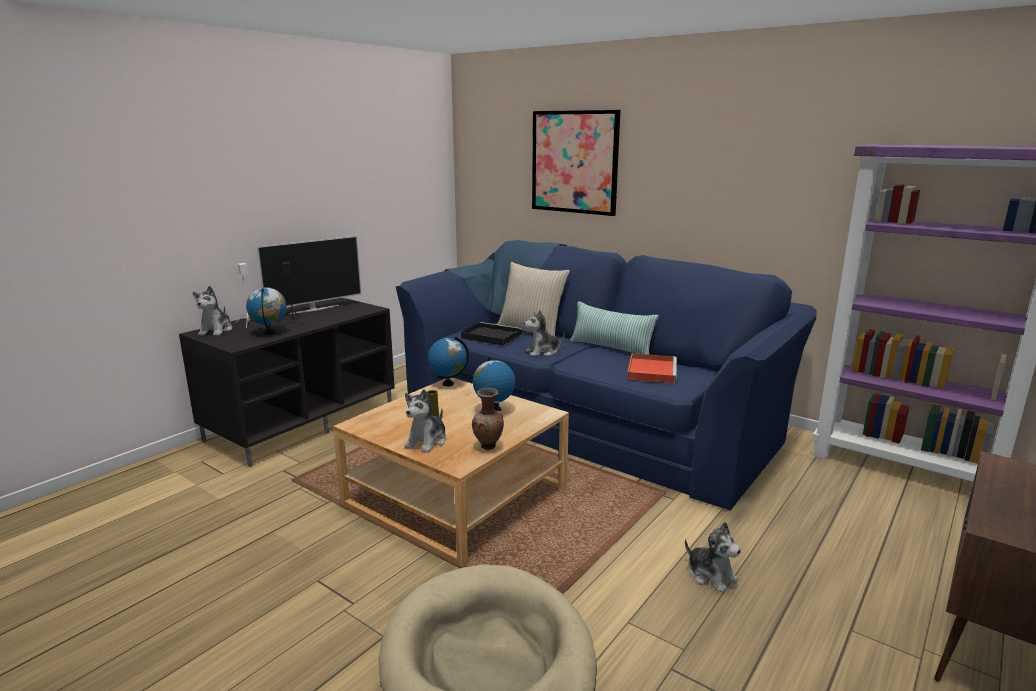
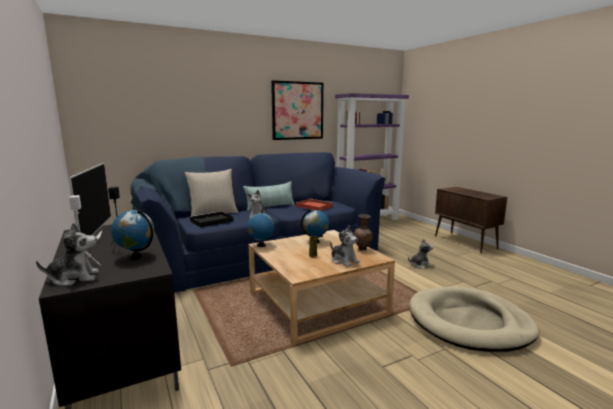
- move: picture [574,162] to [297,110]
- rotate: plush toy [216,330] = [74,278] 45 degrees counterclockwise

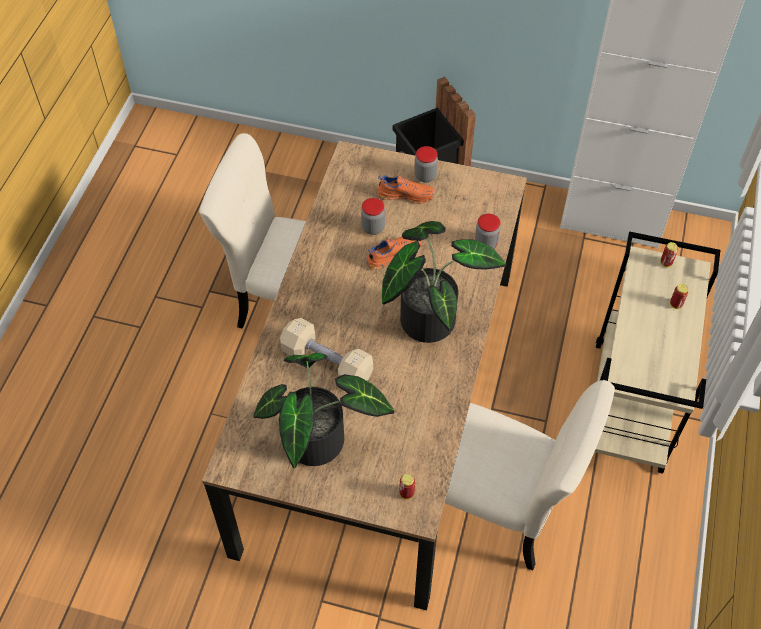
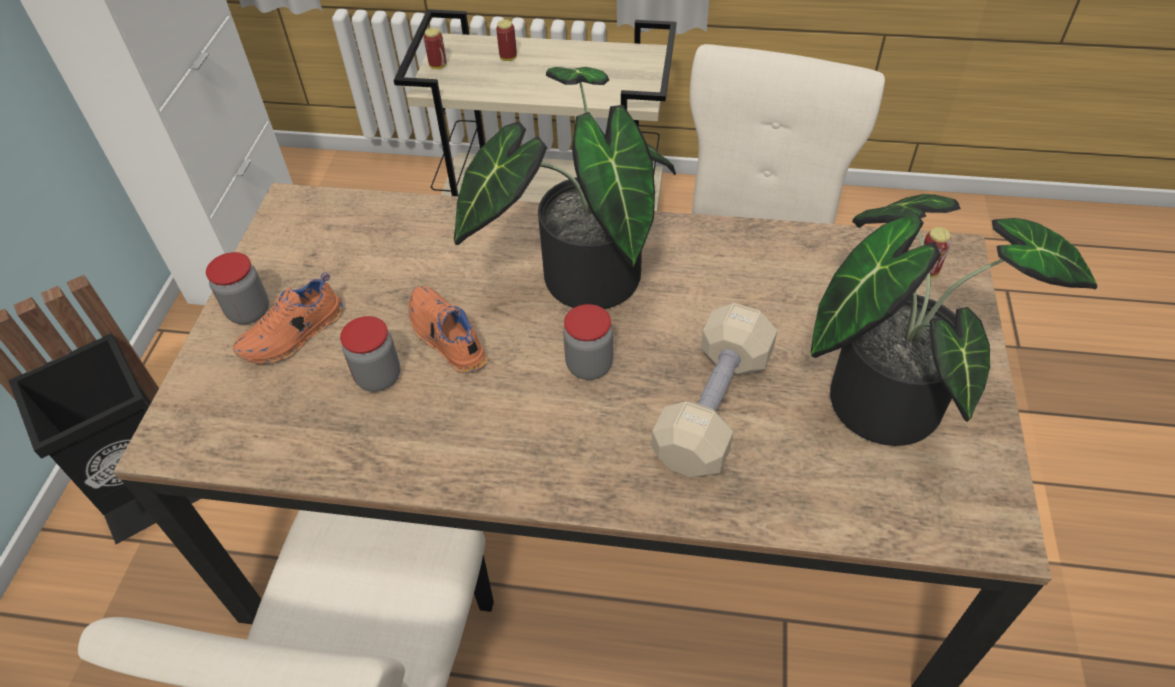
- rotate: orange shoe [405,194] = [294,336] 135 degrees counterclockwise
- move: jar [486,243] to [589,365]

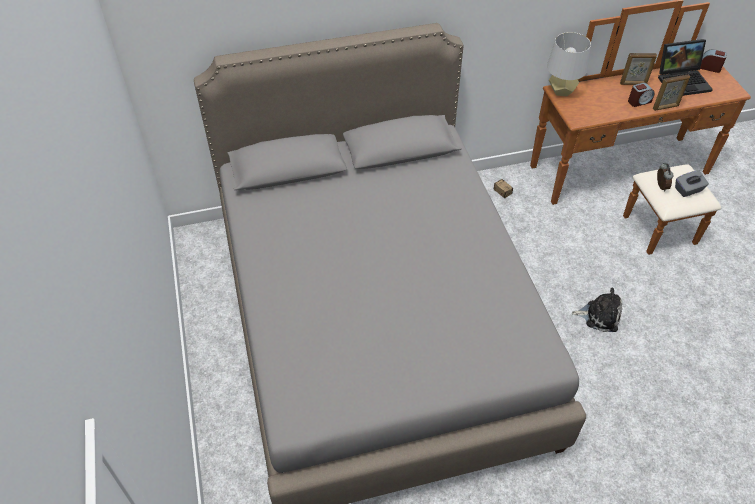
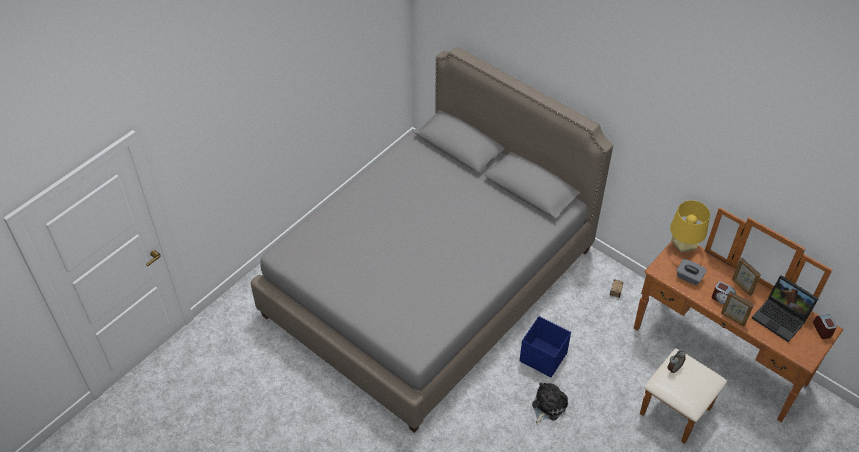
- recolor: grey table lamp [561,91] to yellow table lamp [683,246]
- move: grey tissue box [688,190] to [689,277]
- rotate: plush toy [599,315] = [548,406] 120 degrees counterclockwise
- insert: blue storage box [543,358]

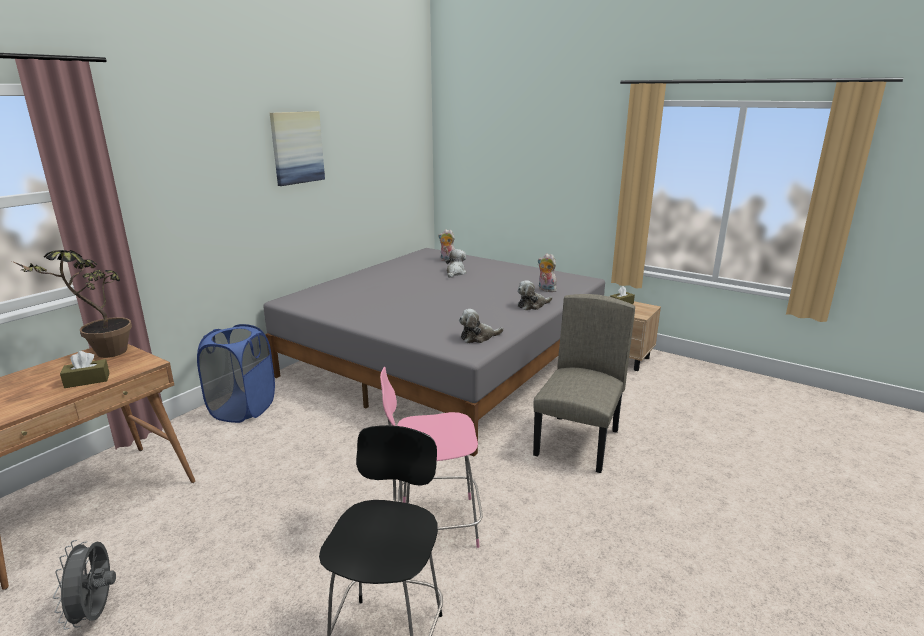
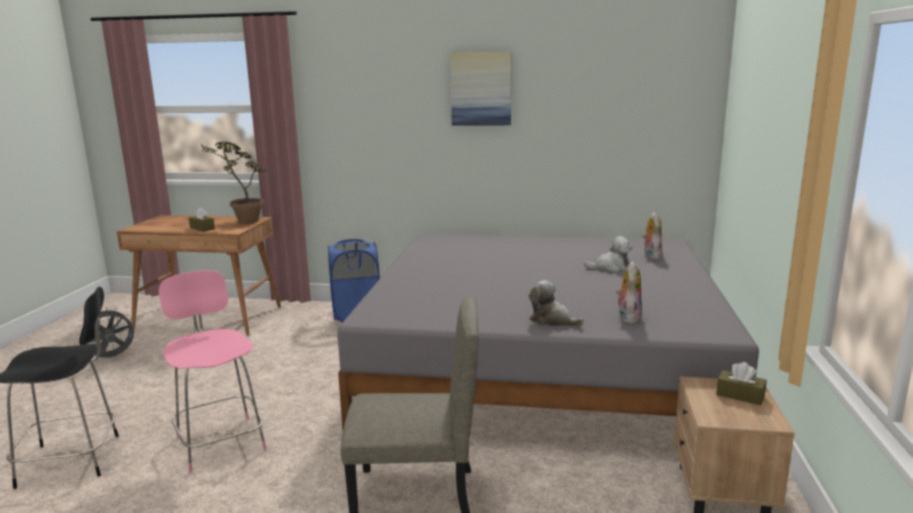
- delete: plush toy [478,337]

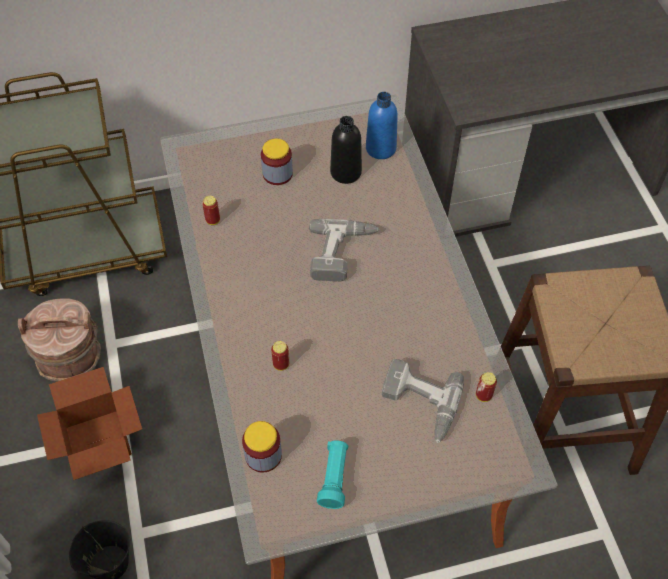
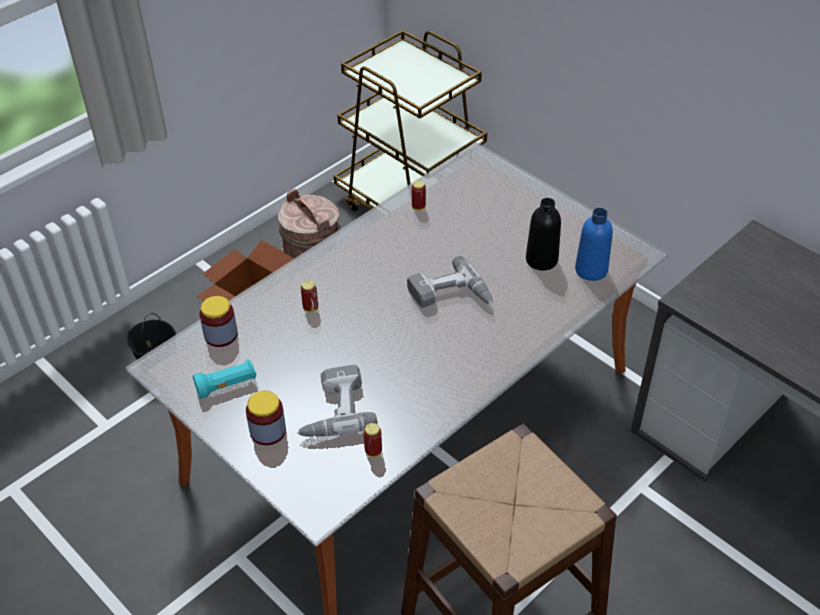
- move: jar [277,174] to [268,431]

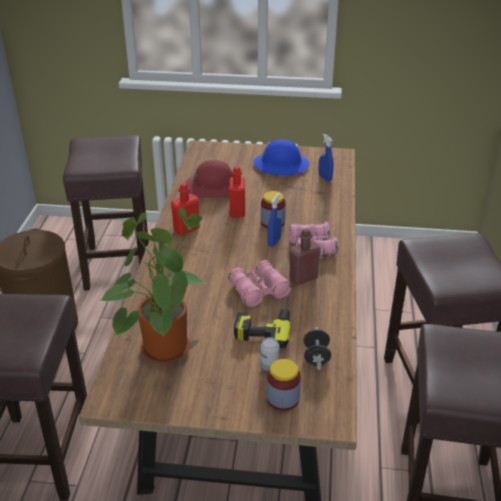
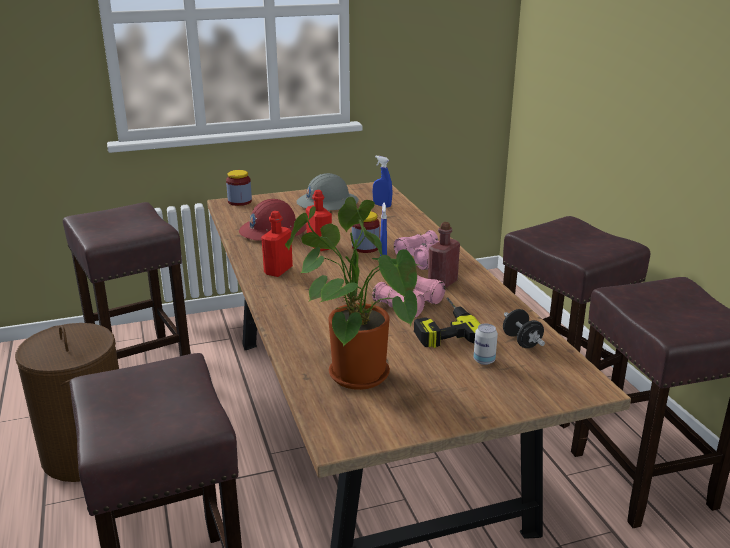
- recolor: blue hard hat [281,165] to grey hard hat [327,203]
- move: jar [283,398] to [239,201]

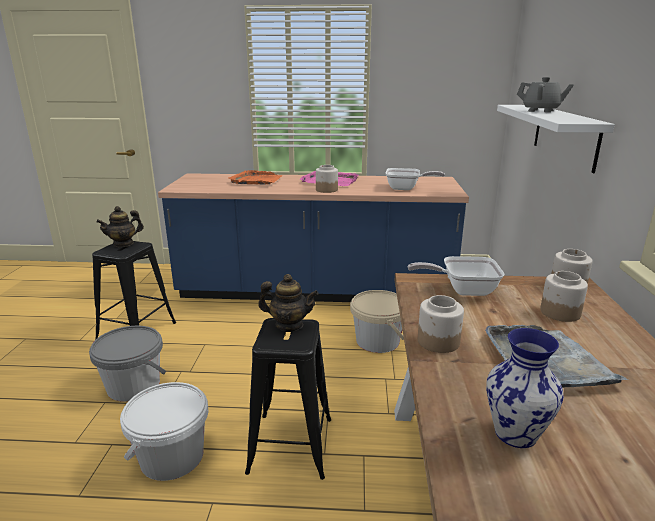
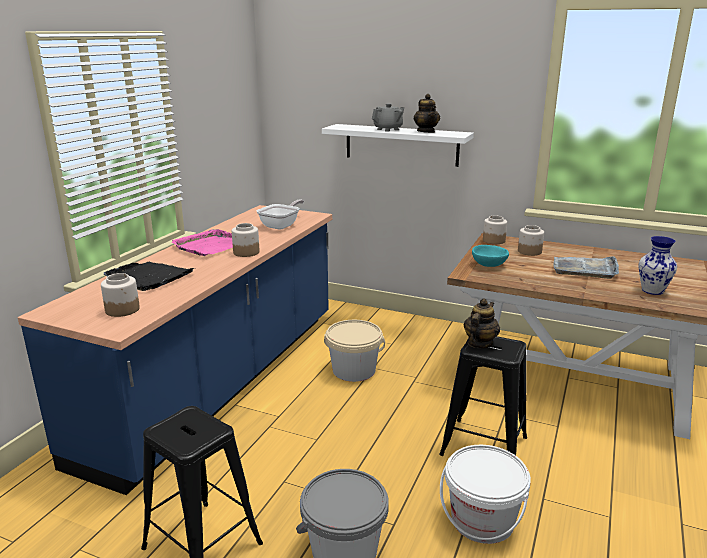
- recolor: orange tray [256,180] to black tray [149,277]
- move: teapot [123,243] to [426,131]
- replace: frying pan [462,290] to turquoise bowl [488,265]
- move: jar [439,342] to [123,309]

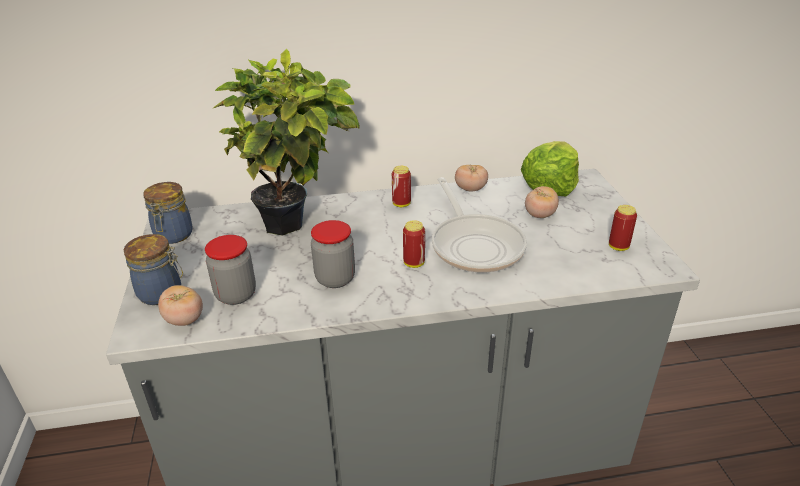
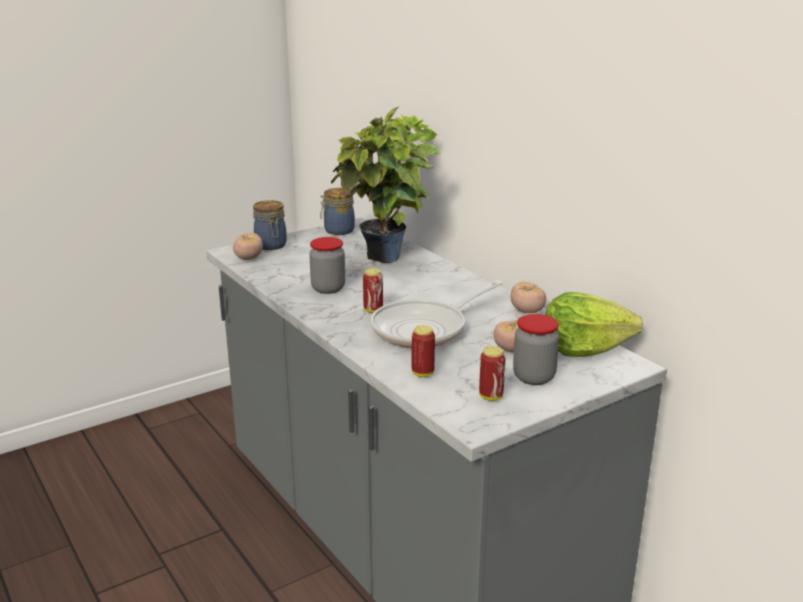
- move: can [401,204] to [422,373]
- move: jar [236,295] to [534,377]

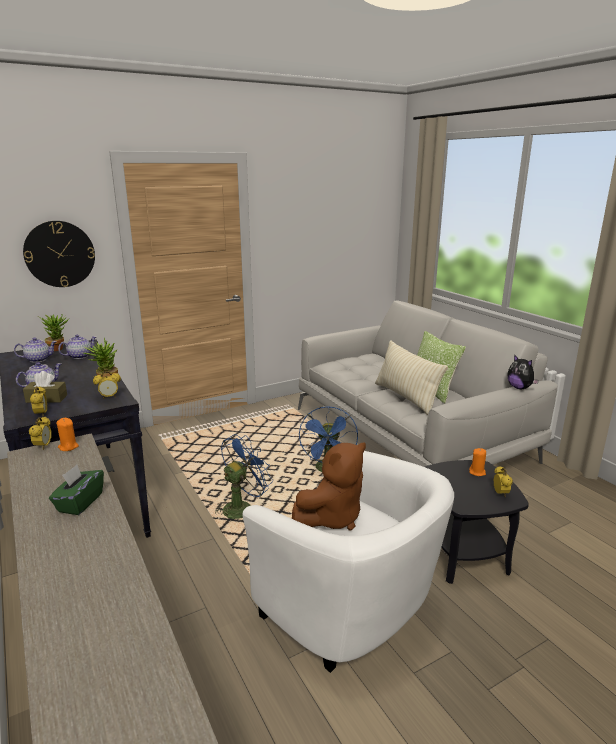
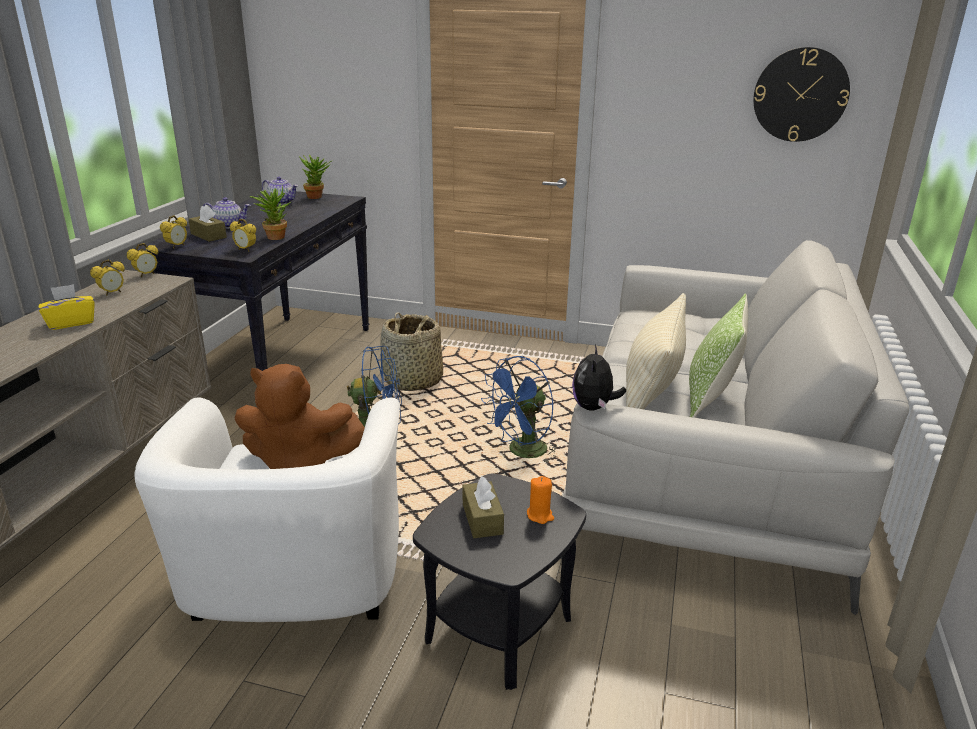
- move: wall clock [59,254] to [800,95]
- delete: teapot [80,356]
- move: plush toy [519,388] to [594,408]
- delete: orange candle [68,447]
- recolor: green tissue box [80,503] to yellow tissue box [71,323]
- move: alarm clock [500,494] to [112,293]
- insert: basket [413,381]
- insert: brown tissue box [482,519]

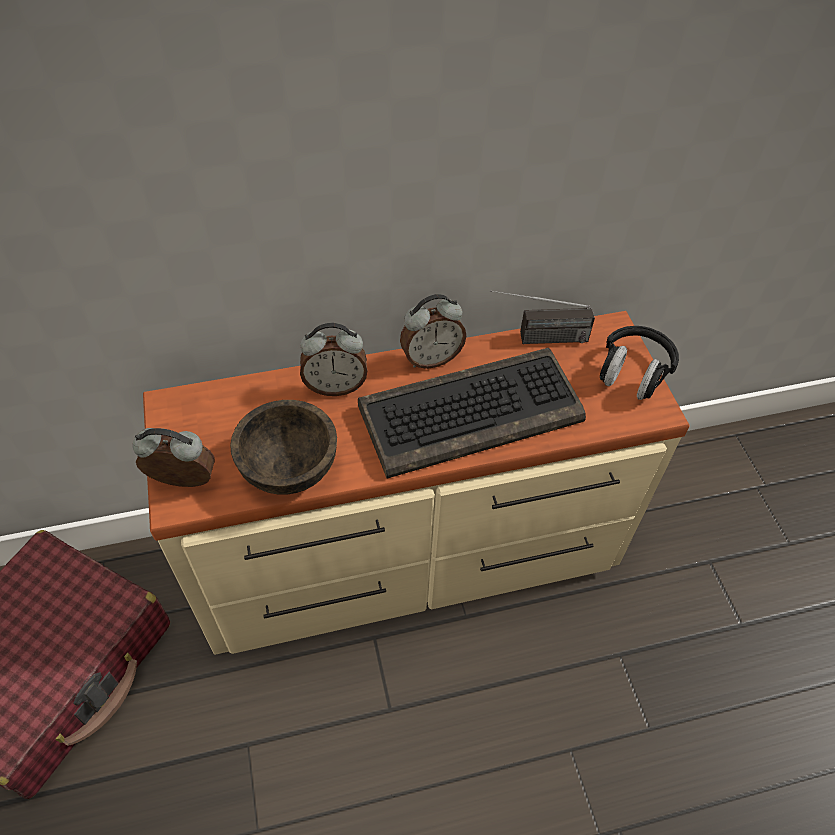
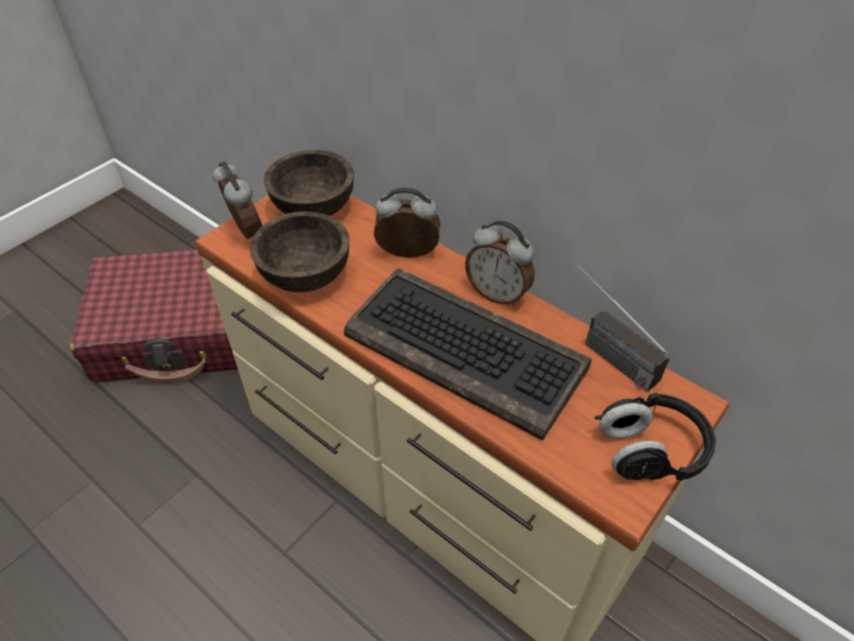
- rotate: alarm clock [335,386] = [407,255] 135 degrees clockwise
- insert: brown bowl [314,208]

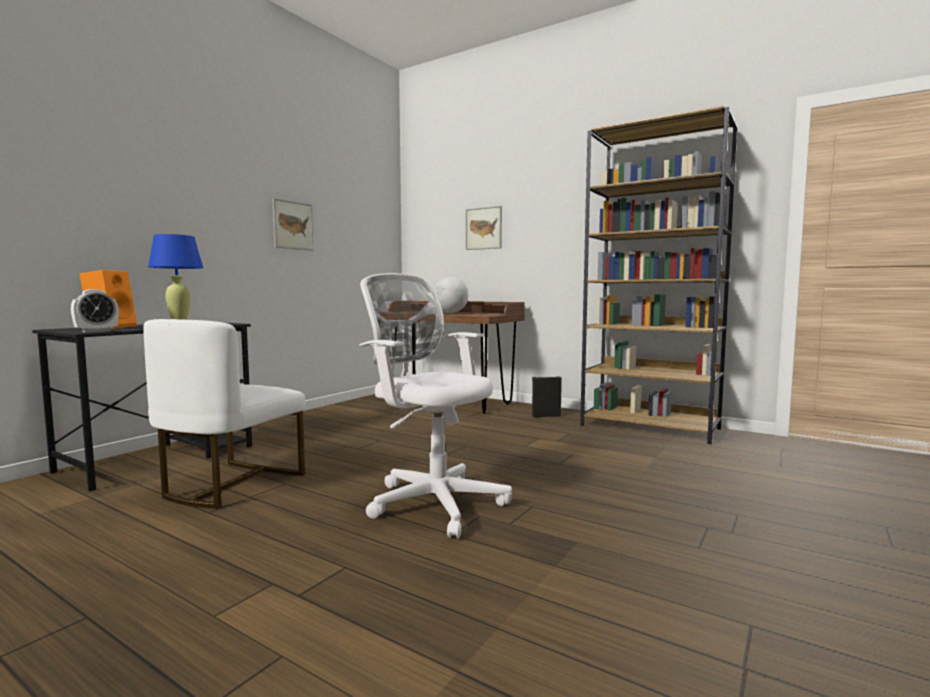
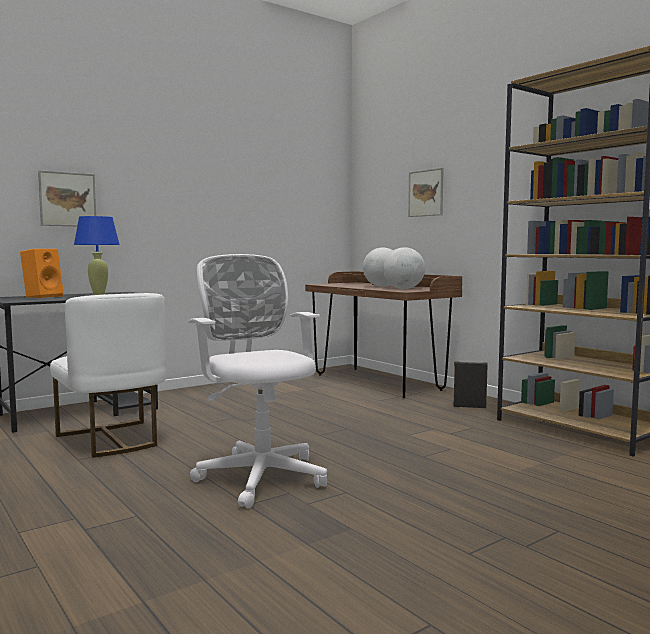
- move: picture [293,225] to [67,199]
- delete: alarm clock [96,331]
- rotate: white chair [230,484] = [112,440] 75 degrees counterclockwise
- insert: globe [403,289]

